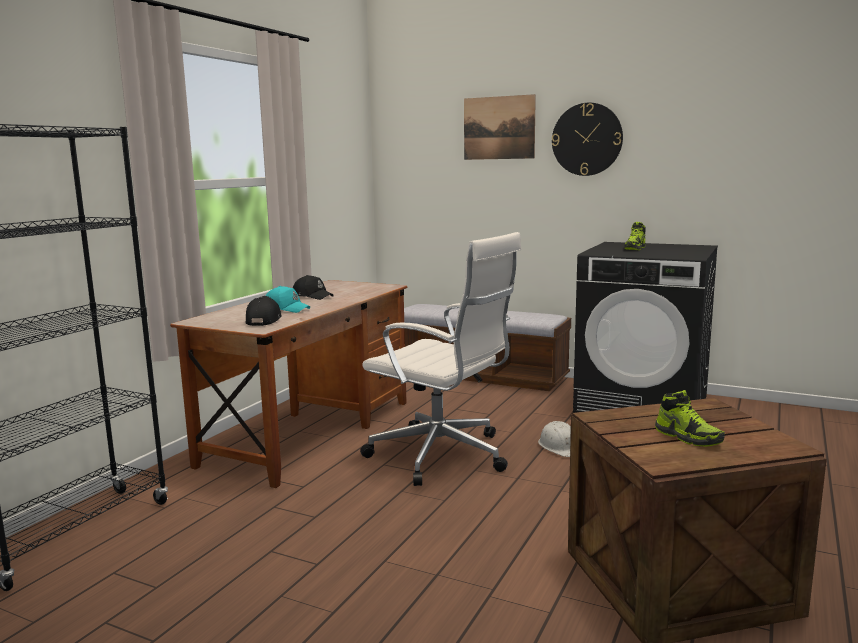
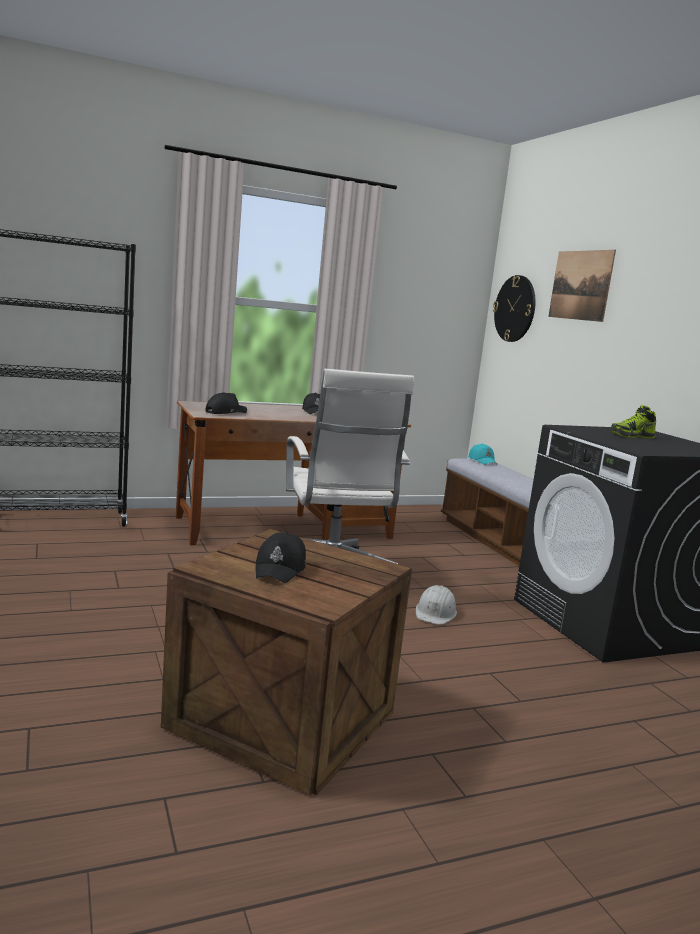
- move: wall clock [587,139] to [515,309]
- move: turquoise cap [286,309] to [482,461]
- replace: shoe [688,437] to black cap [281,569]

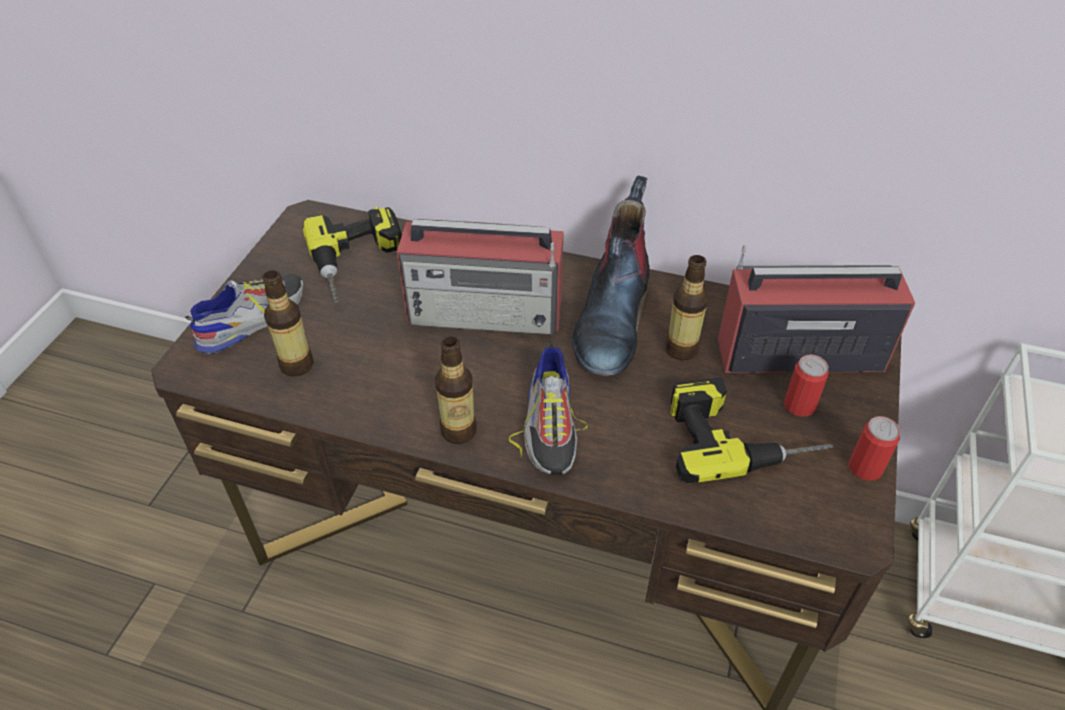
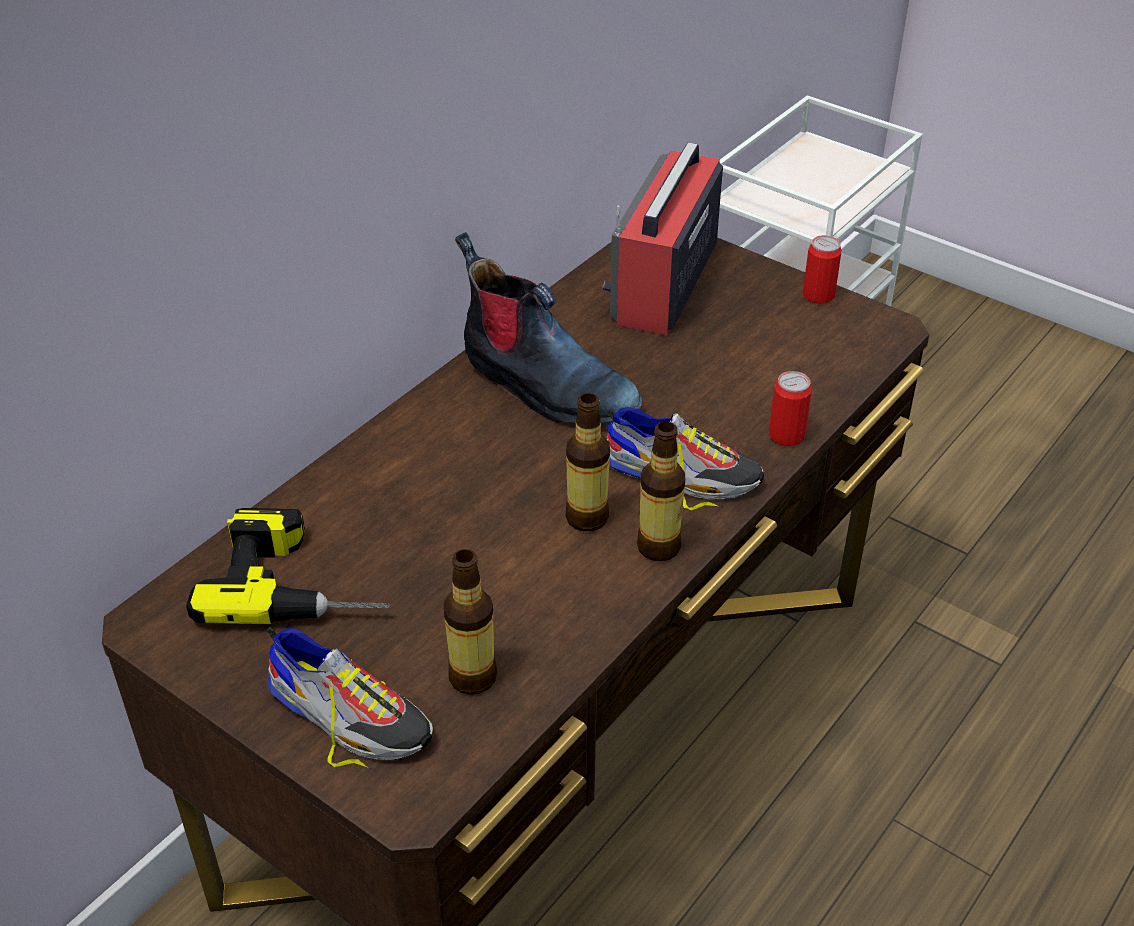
- delete: radio [487,312]
- move: bottle [681,349] to [586,518]
- rotate: shoe [253,319] = [349,714] 150 degrees clockwise
- move: can [799,405] to [786,435]
- delete: power drill [740,434]

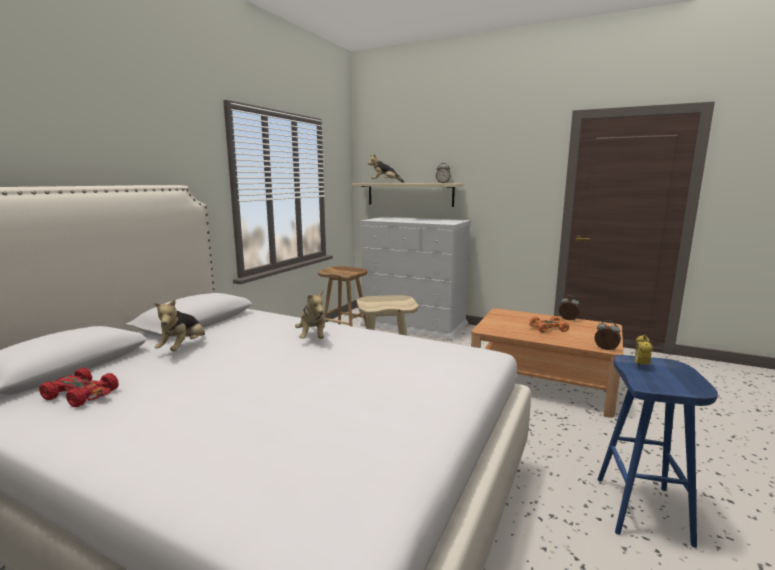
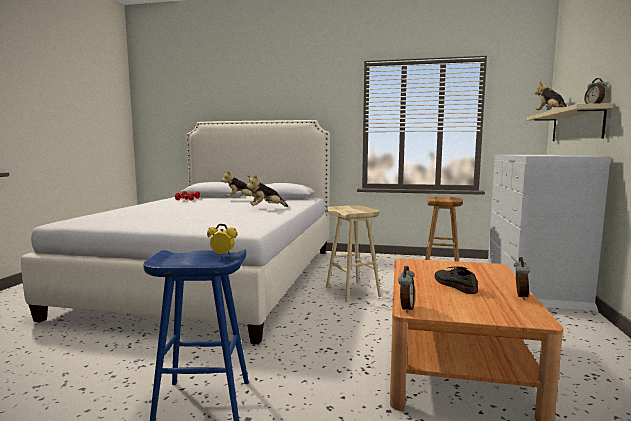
- replace: orange toy car [548,329] to grey shoe [454,285]

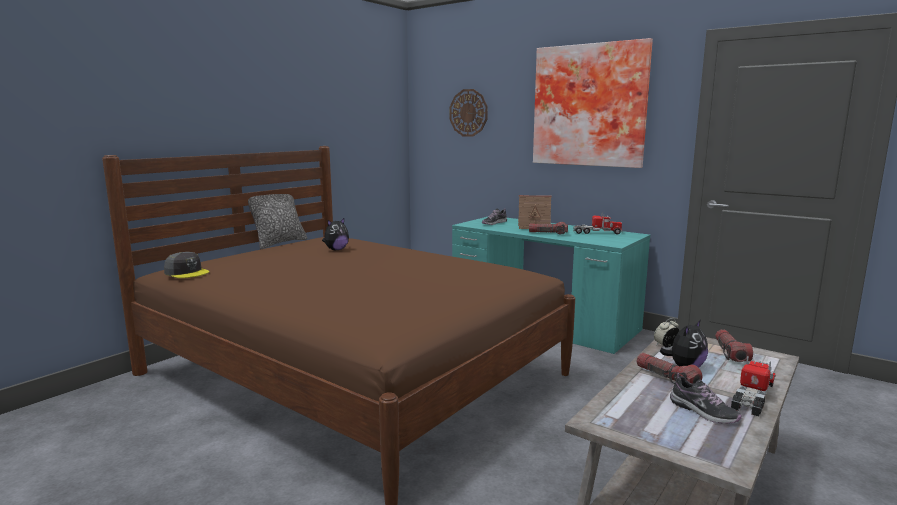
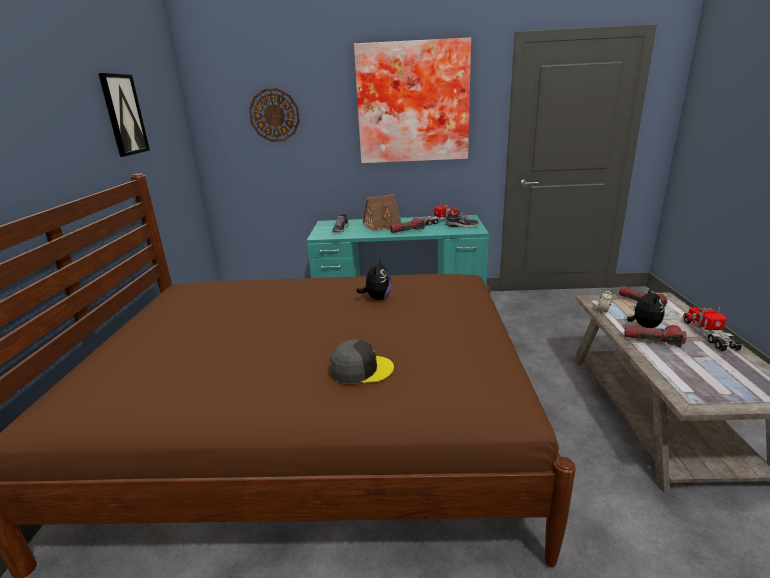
- delete: pillow [279,243]
- move: plush toy [336,250] to [377,298]
- move: grey cap [187,272] to [361,369]
- move: shoe [703,412] to [462,226]
- insert: picture [123,115]

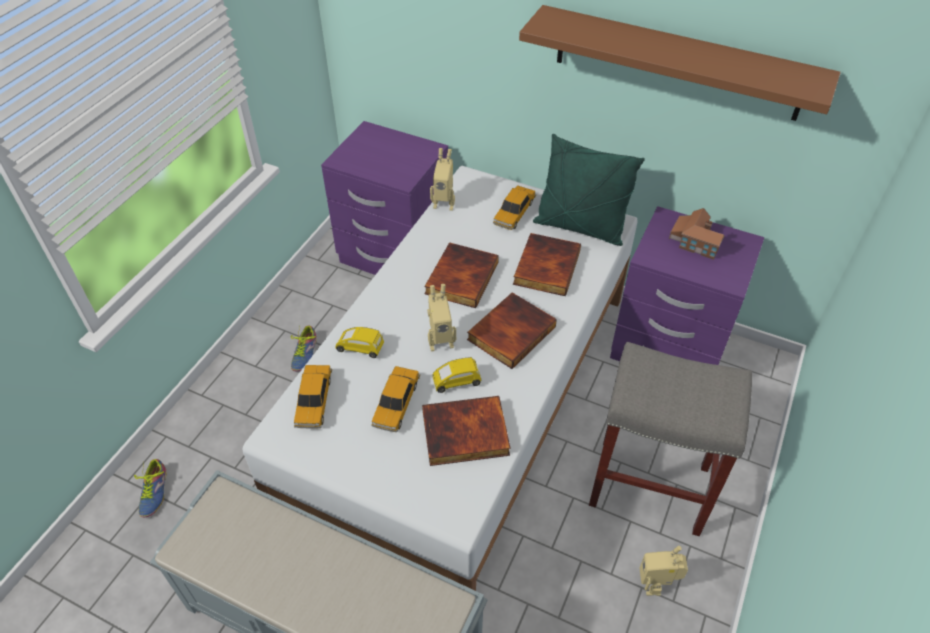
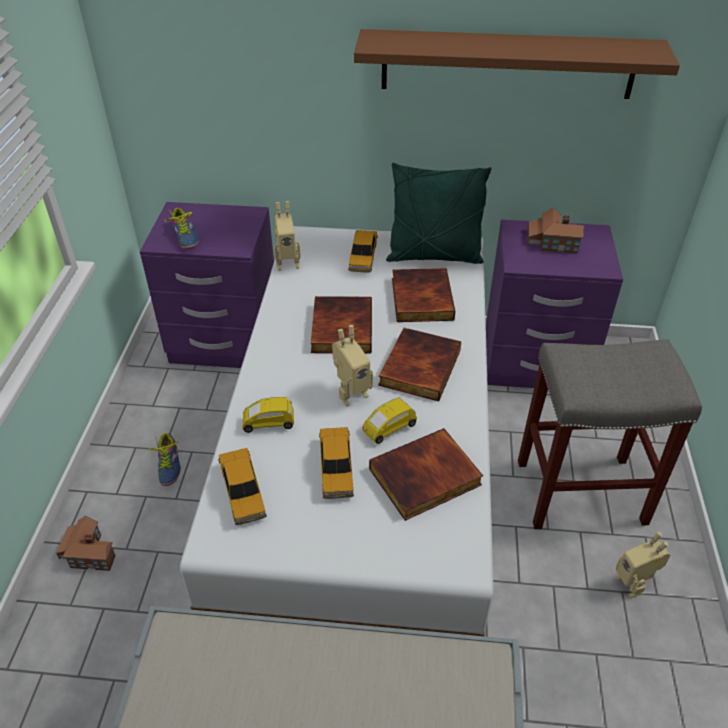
- move: shoe [152,492] to [183,237]
- insert: toy house [89,552]

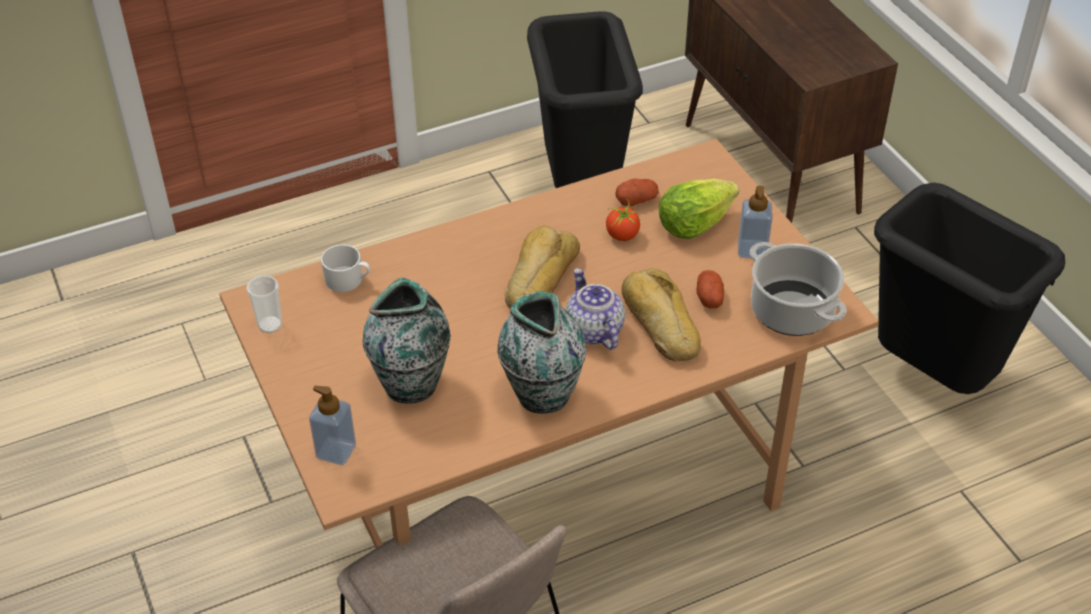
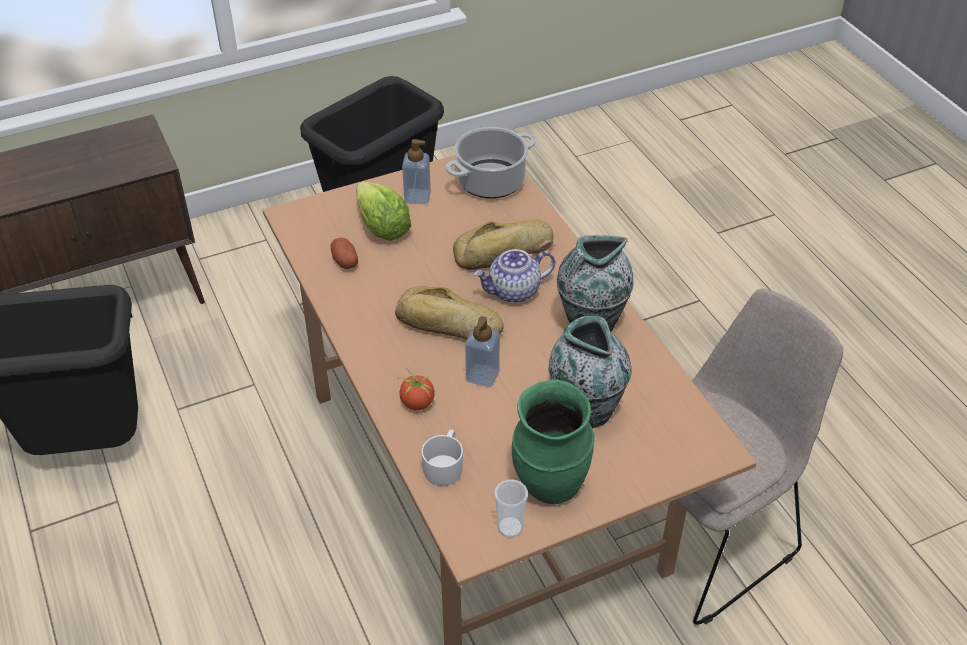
- move: tomato [622,235] to [417,403]
- delete: potato [709,297]
- move: soap dispenser [336,451] to [482,376]
- insert: green vase [550,485]

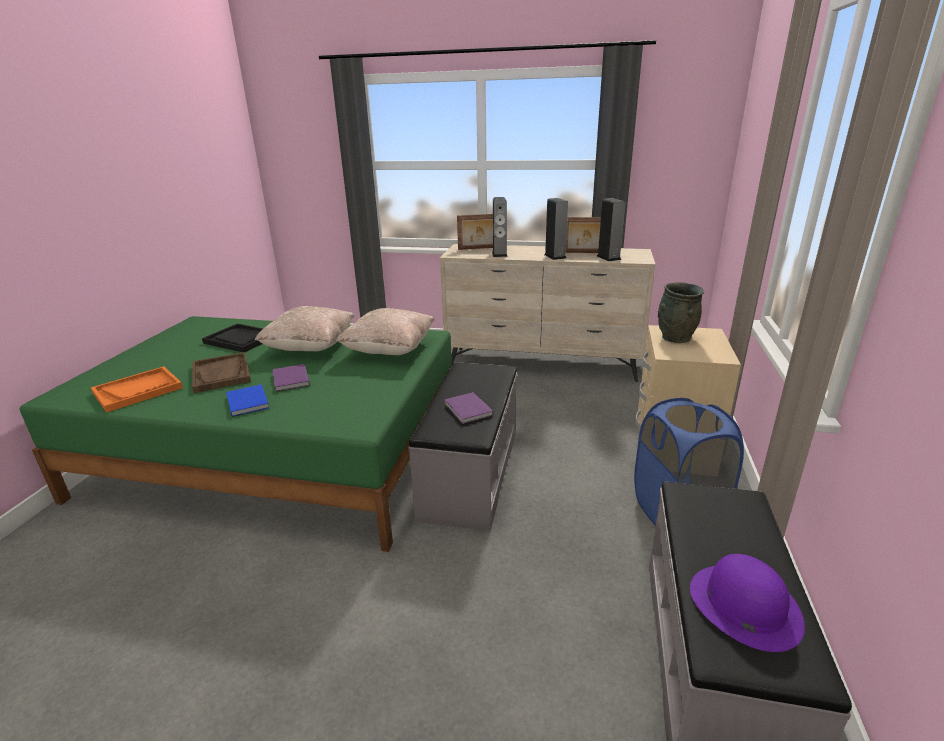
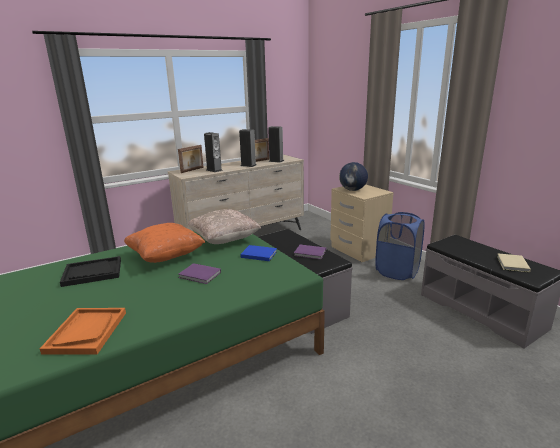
- replace: grey vase [675,338] to globe [353,190]
- recolor: beige pillow [310,347] to orange pillow [166,257]
- delete: brown tray [221,374]
- move: blue book [248,401] to [258,254]
- replace: purple hat [744,605] to beige book [512,264]

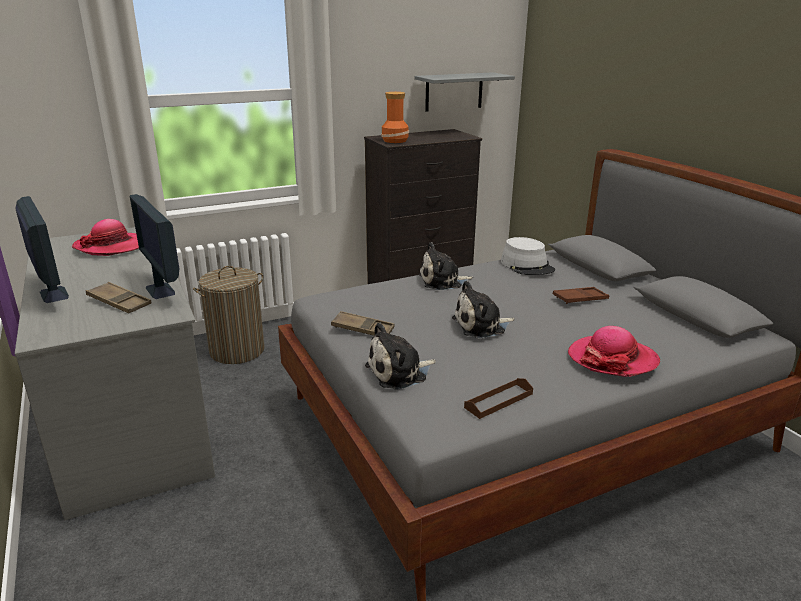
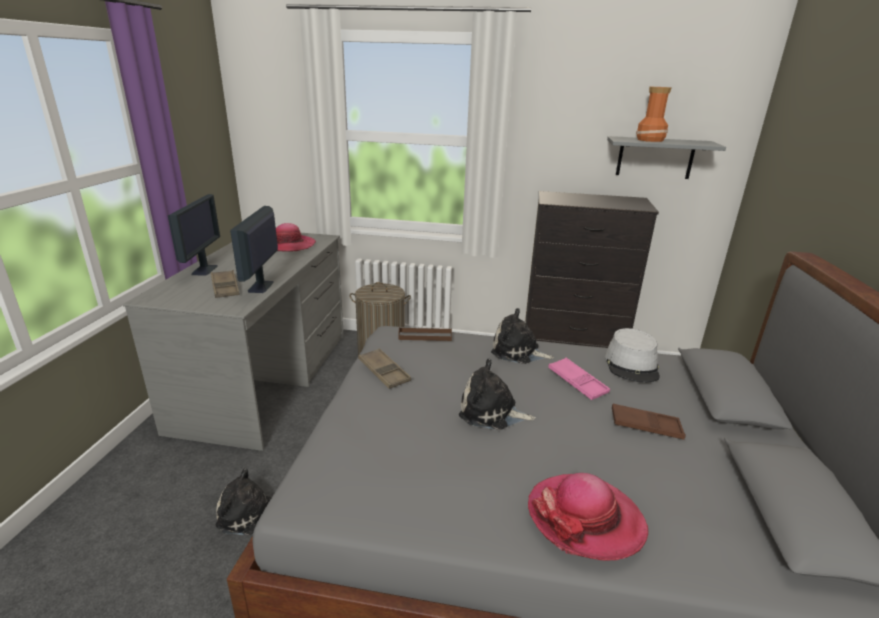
- move: vase [395,141] to [650,140]
- move: plush toy [399,372] to [249,516]
- move: brown tray [498,400] to [425,336]
- insert: pink tray [577,382]

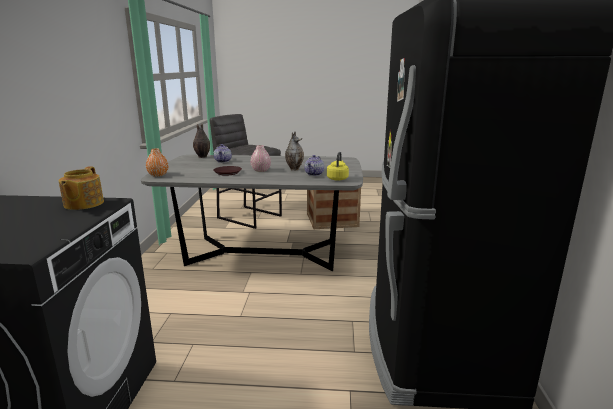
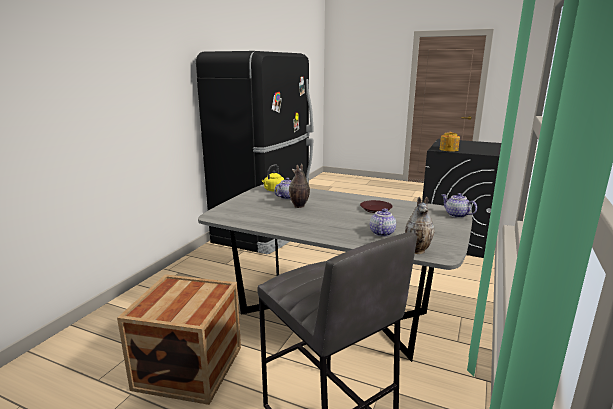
- delete: pink vase [261,170]
- replace: orange vase [158,175] to teapot [456,215]

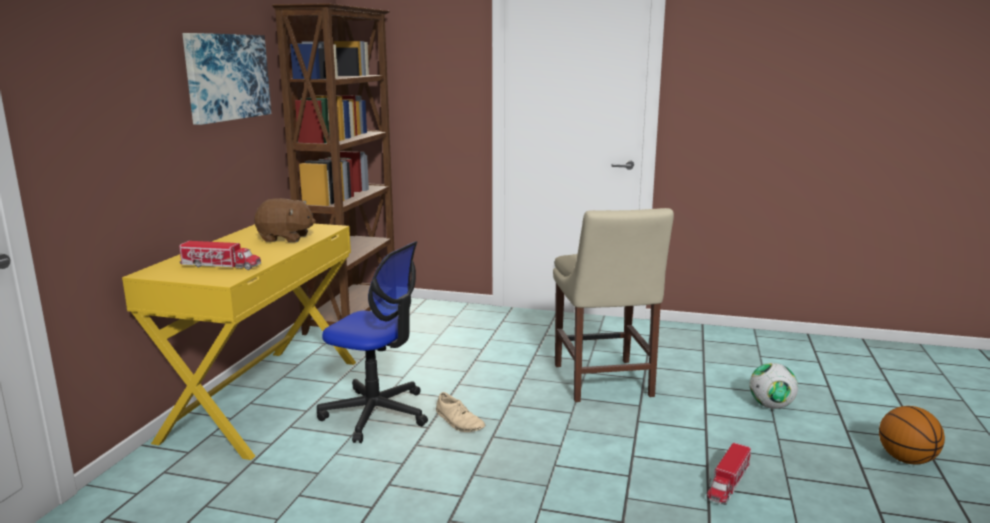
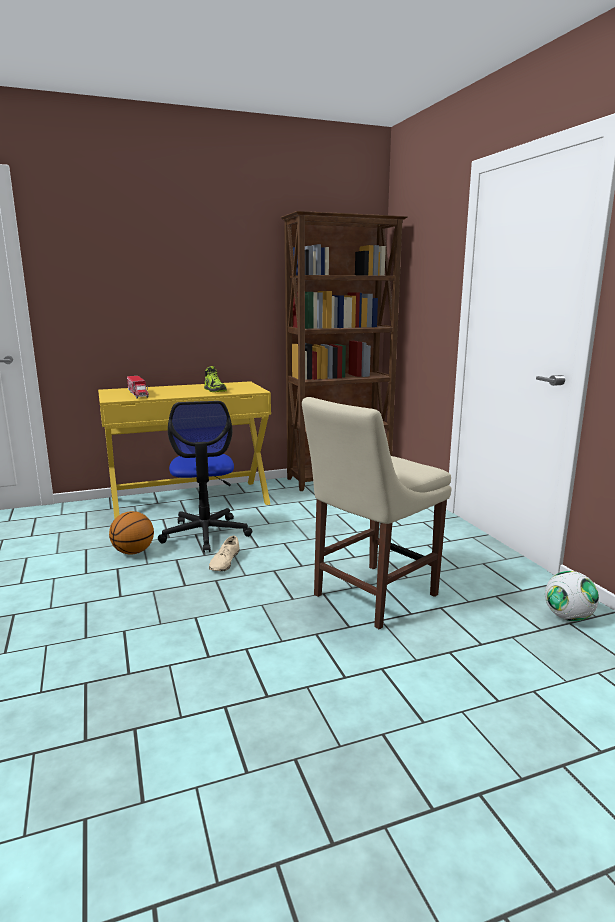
- delete: picture [226,77]
- replace: brown plush toy [285,238] to shoe [215,390]
- move: football [771,406] to [568,617]
- move: basketball [906,460] to [133,552]
- delete: toy truck [728,483]

